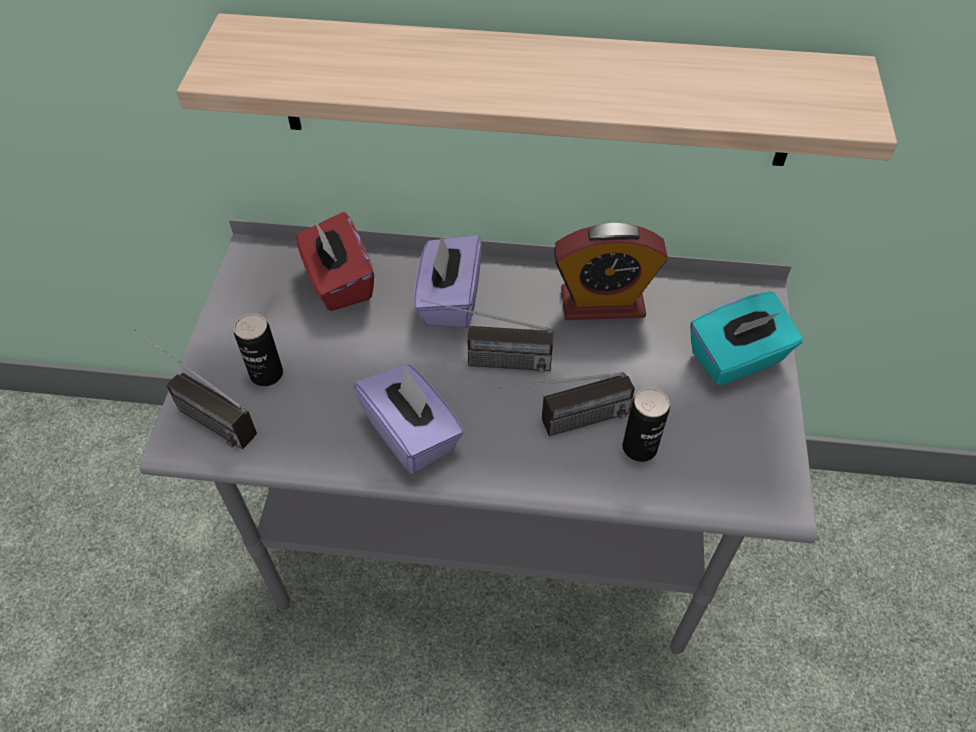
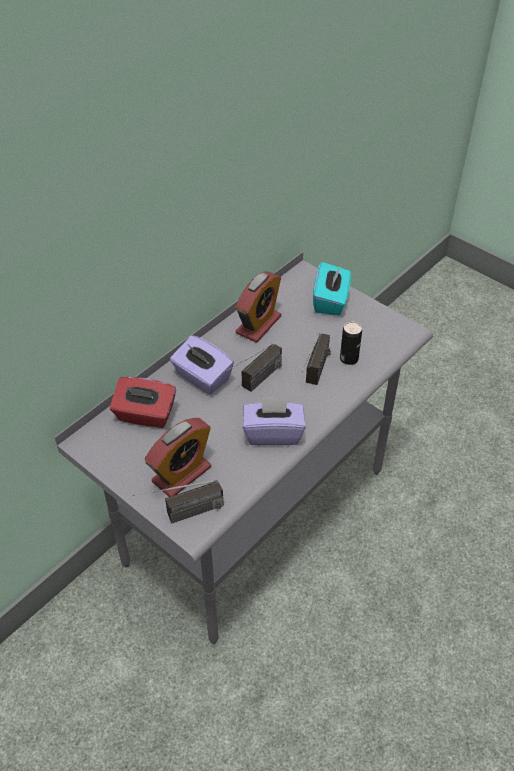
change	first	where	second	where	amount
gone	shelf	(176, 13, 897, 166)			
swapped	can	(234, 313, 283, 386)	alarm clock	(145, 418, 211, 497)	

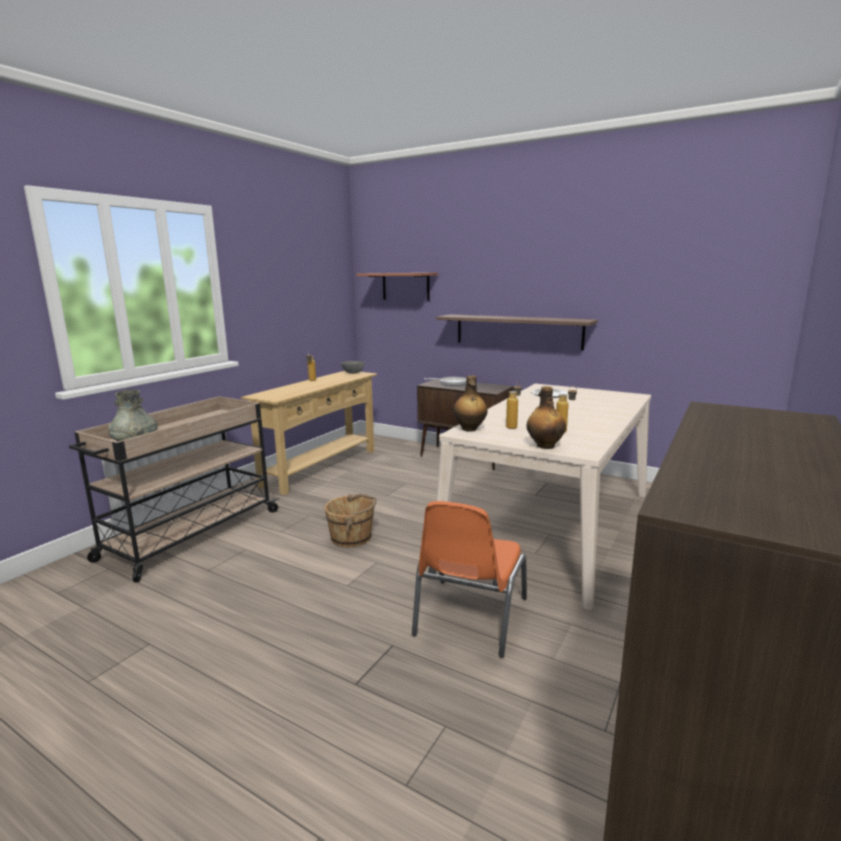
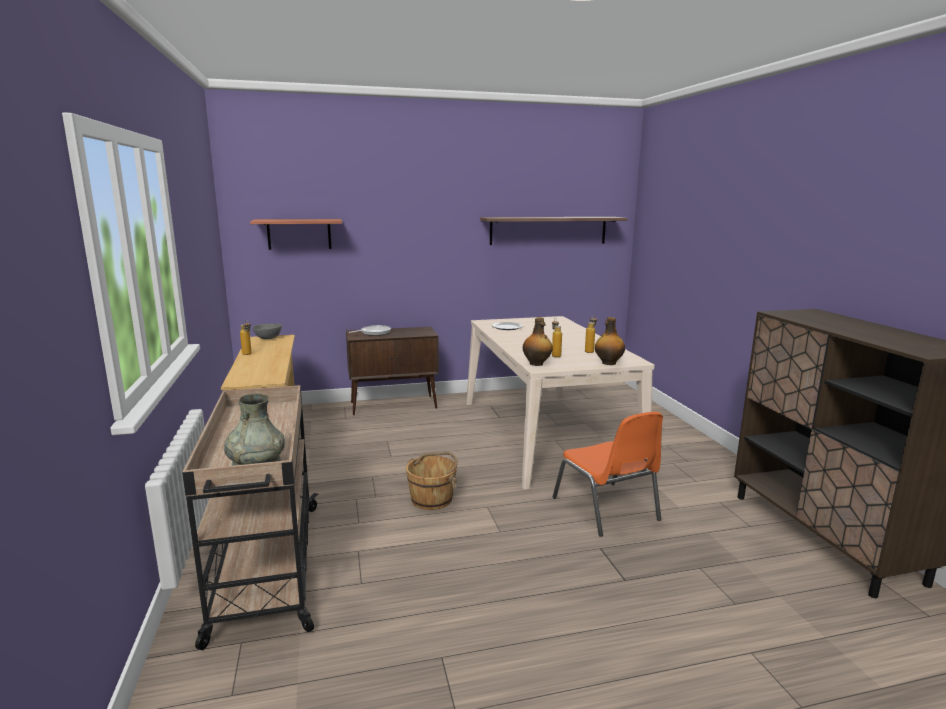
change	first	where	second	where	amount
shifted	shelf	(436, 315, 598, 350)		(480, 217, 627, 245)	

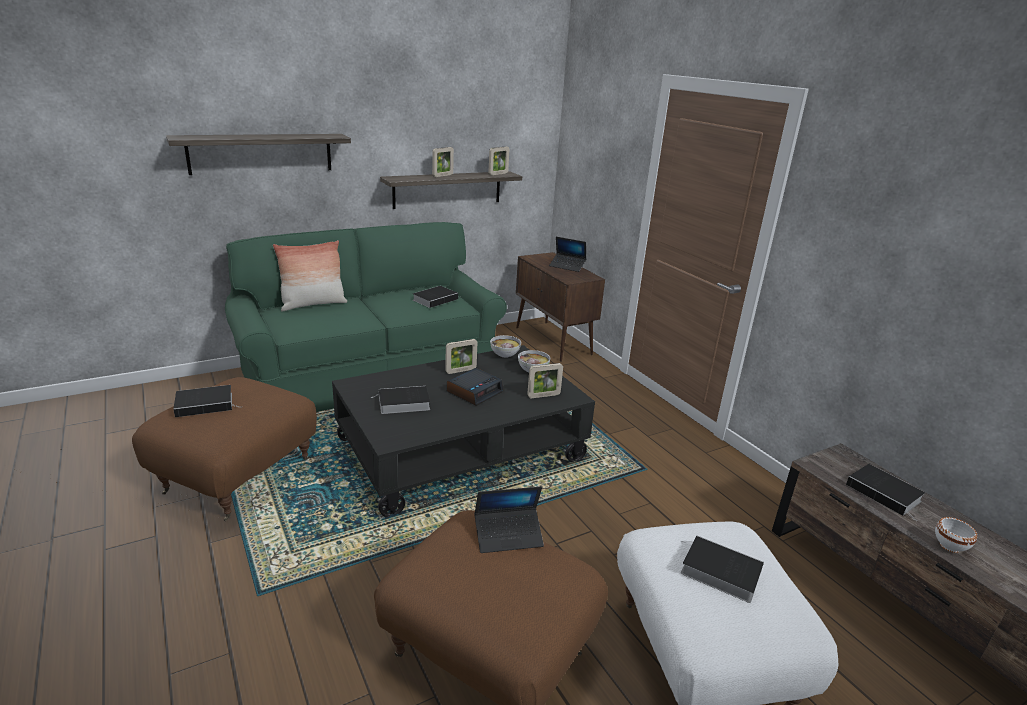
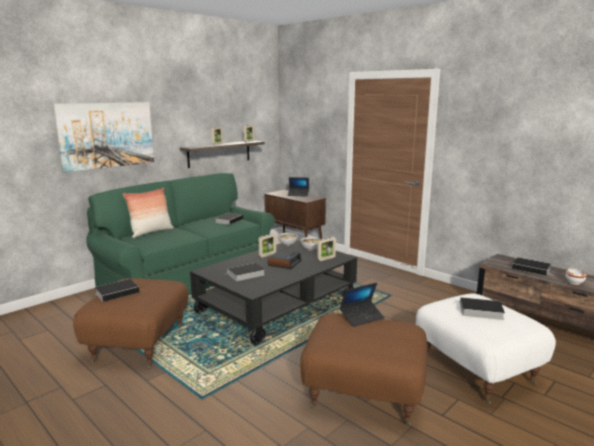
change	first	where	second	where	amount
swapped	shelf	(166, 134, 351, 175)	picture	(53, 102, 154, 172)	

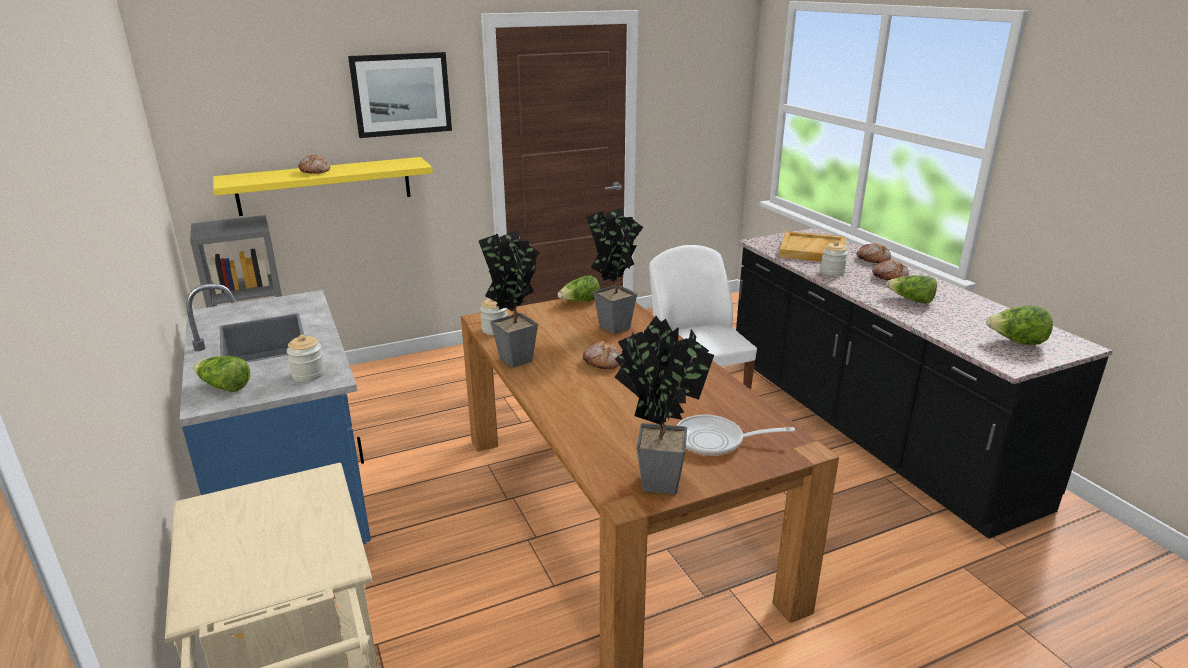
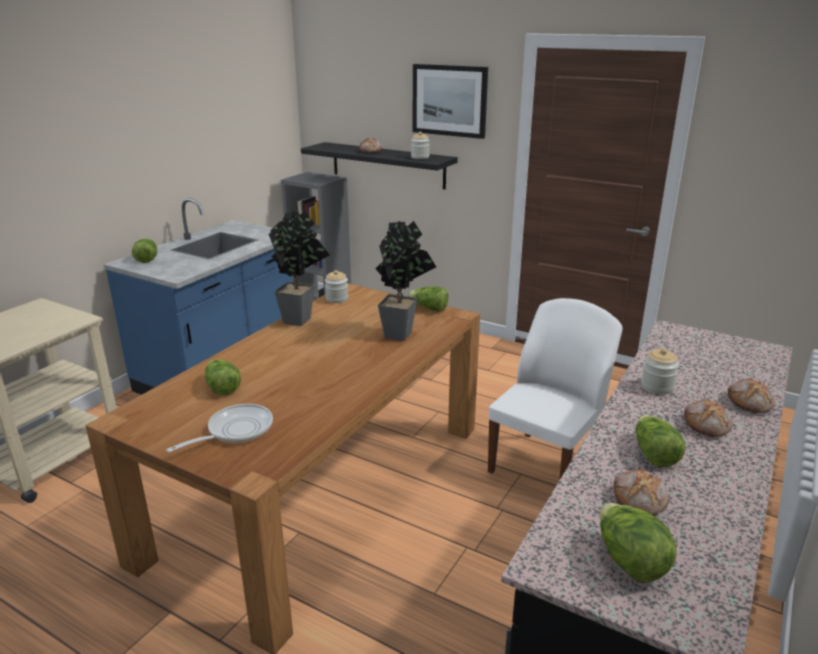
change	first	where	second	where	amount
repainted	yellow shelf	(213, 157, 433, 216)	black shelf	(301, 142, 458, 189)	
shifted	jar	(287, 335, 325, 382)		(411, 132, 430, 159)	
shifted	bread	(583, 341, 621, 369)		(614, 469, 669, 516)	
gone	potted plant	(615, 316, 714, 494)			
rotated	frying pan	(677, 415, 795, 456)		(166, 404, 273, 452)	75 degrees clockwise
gone	beige tray	(779, 231, 846, 262)			
new			lettuce	(205, 359, 241, 396)	

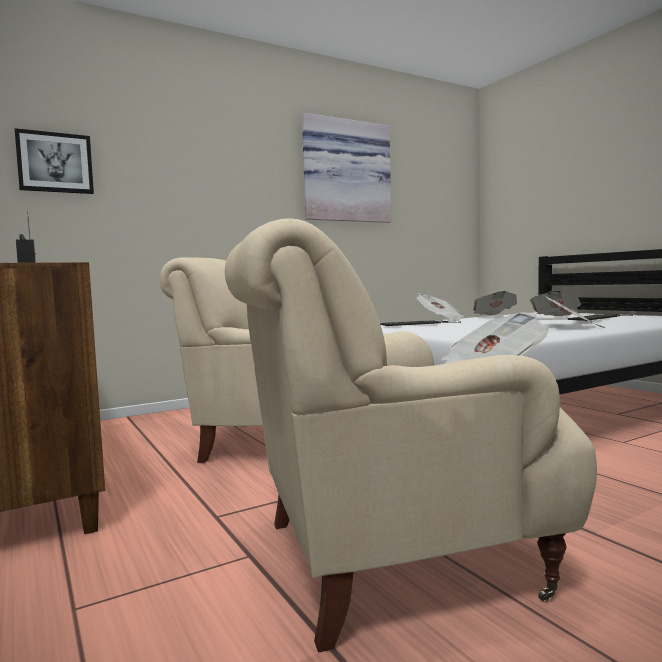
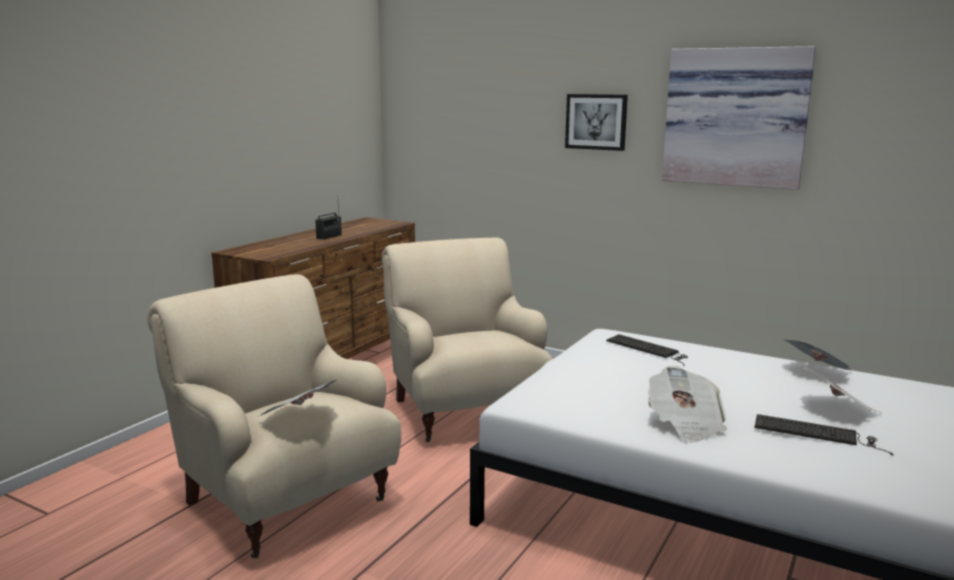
change	first	where	second	where	amount
shifted	picture	(15, 128, 94, 194)		(565, 94, 628, 151)	
gone	newspaper	(416, 293, 464, 321)			

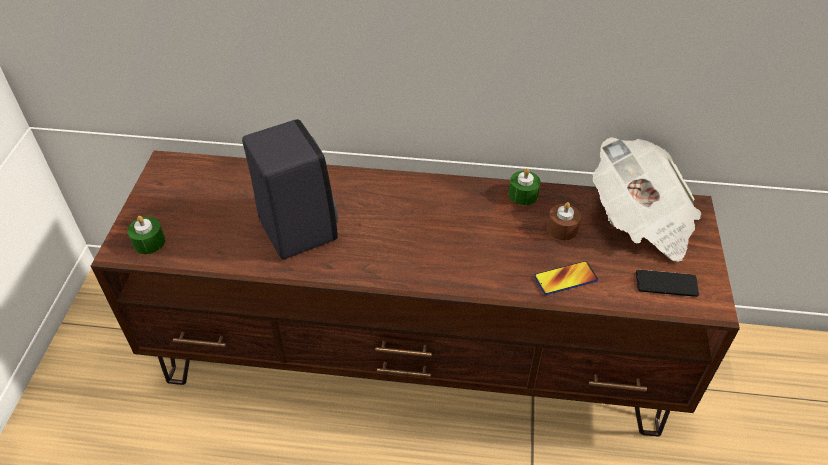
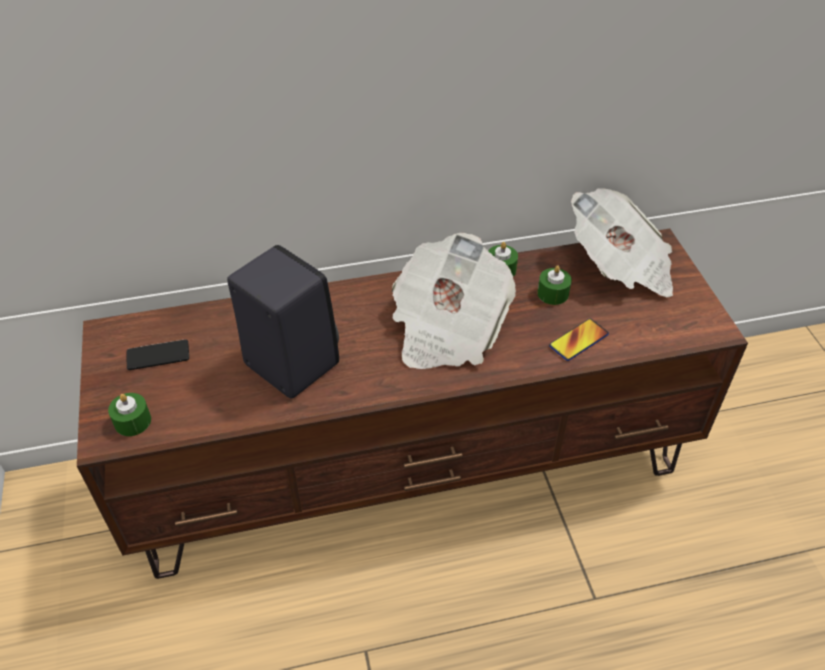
change	first	where	second	where	amount
repainted	brown candle	(547, 202, 581, 240)	green candle	(537, 265, 572, 305)	
shifted	phone	(636, 269, 699, 297)		(127, 339, 189, 370)	
new			newspaper	(391, 233, 516, 369)	

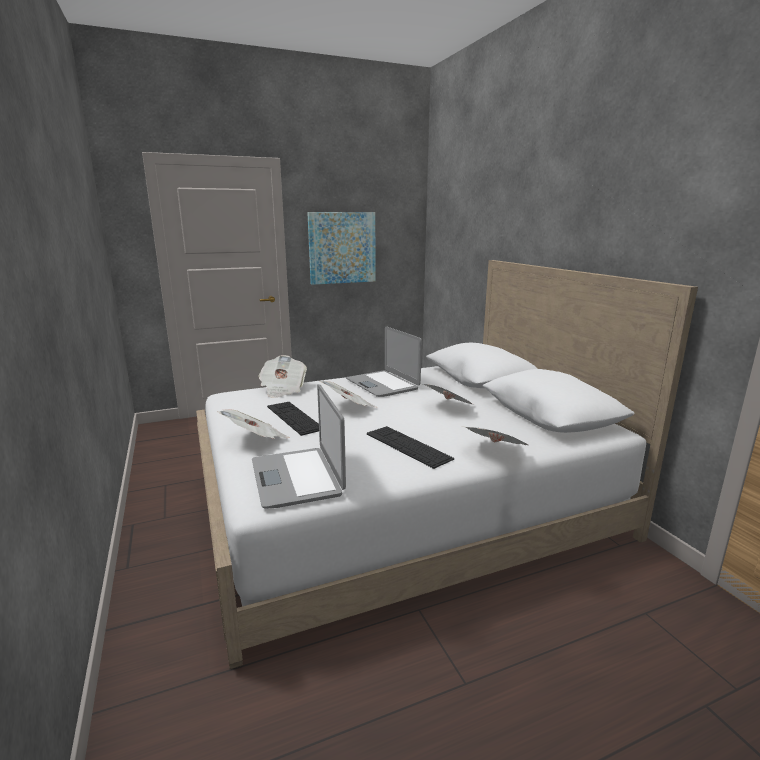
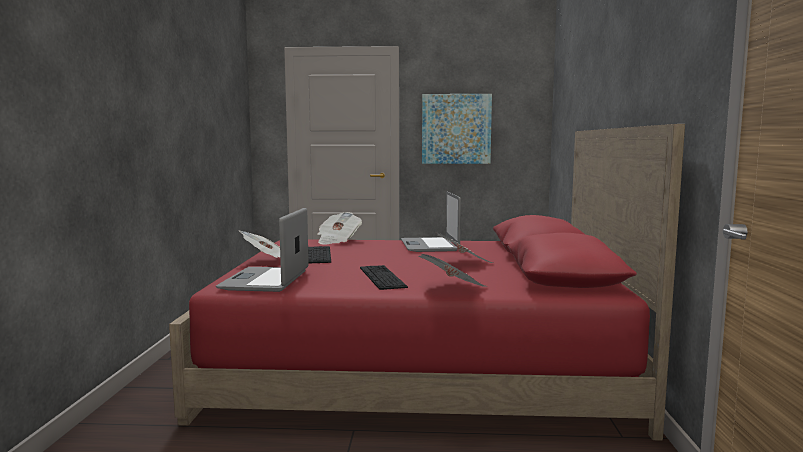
change	first	where	second	where	amount
repainted	white bed	(196, 260, 698, 669)	red bed	(169, 124, 685, 441)	
gone	newspaper	(320, 381, 376, 407)			

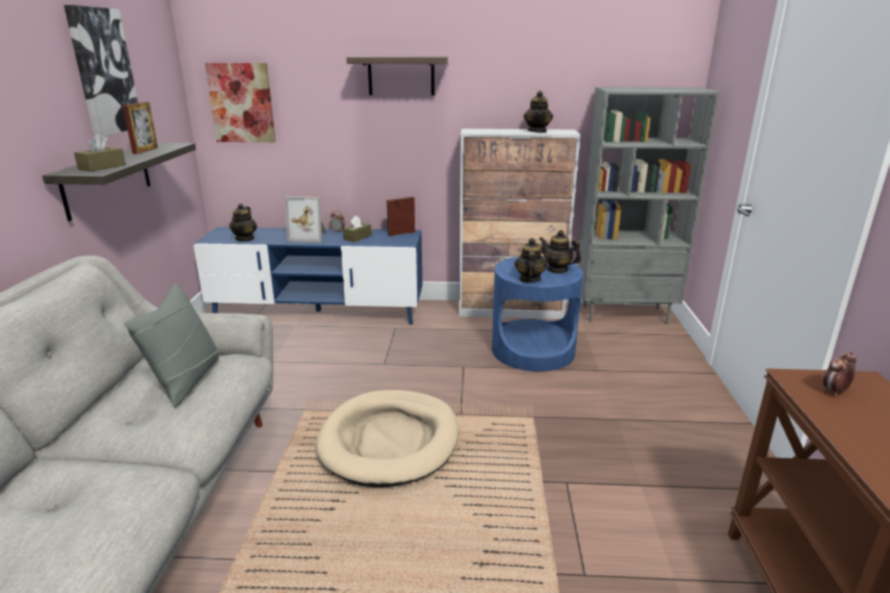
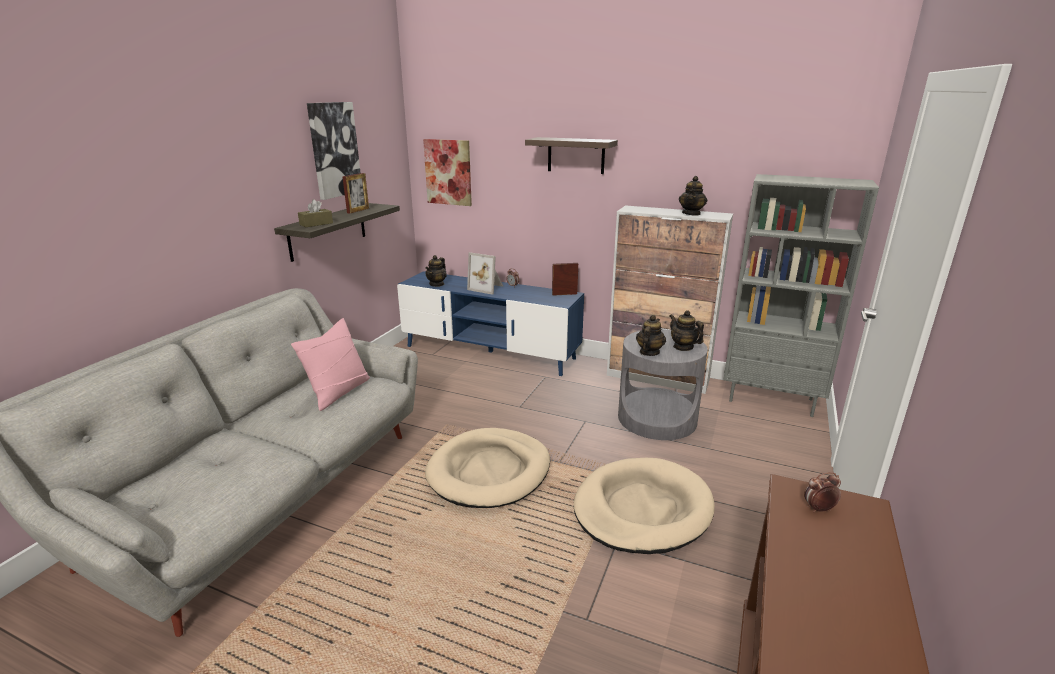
change	first	where	second	where	amount
repainted	grey pillow	(124, 283, 219, 407)	pink pillow	(291, 318, 370, 411)	
gone	brown tissue box	(343, 215, 372, 242)			
repainted	blue side table	(492, 256, 583, 372)	grey side table	(618, 329, 708, 440)	
new			beige dog bed	(574, 458, 715, 554)	

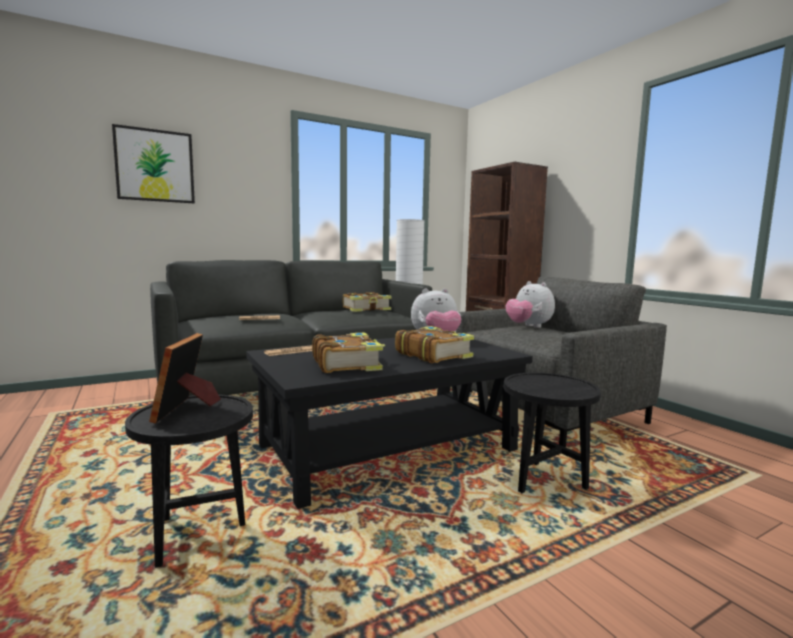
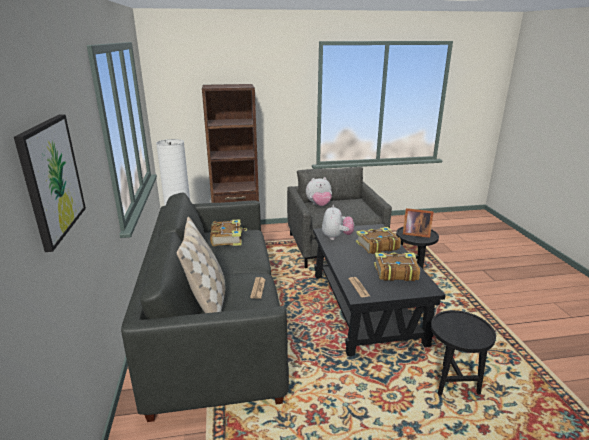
change	first	where	second	where	amount
shifted	picture frame	(149, 333, 221, 423)		(403, 208, 433, 238)	
new			beige pillow	(177, 217, 225, 313)	

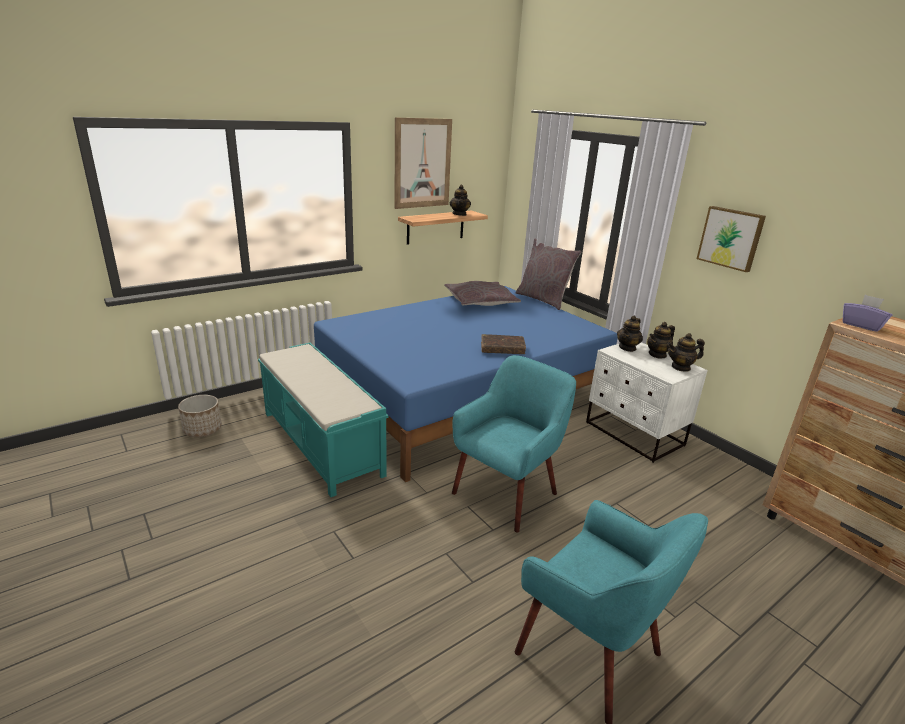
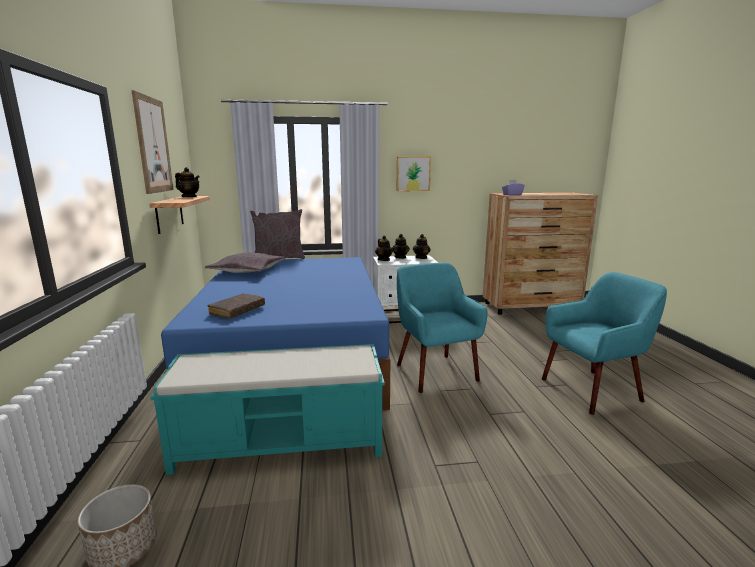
change	first	where	second	where	amount
shifted	brown book	(481, 334, 526, 354)		(208, 293, 265, 318)	

